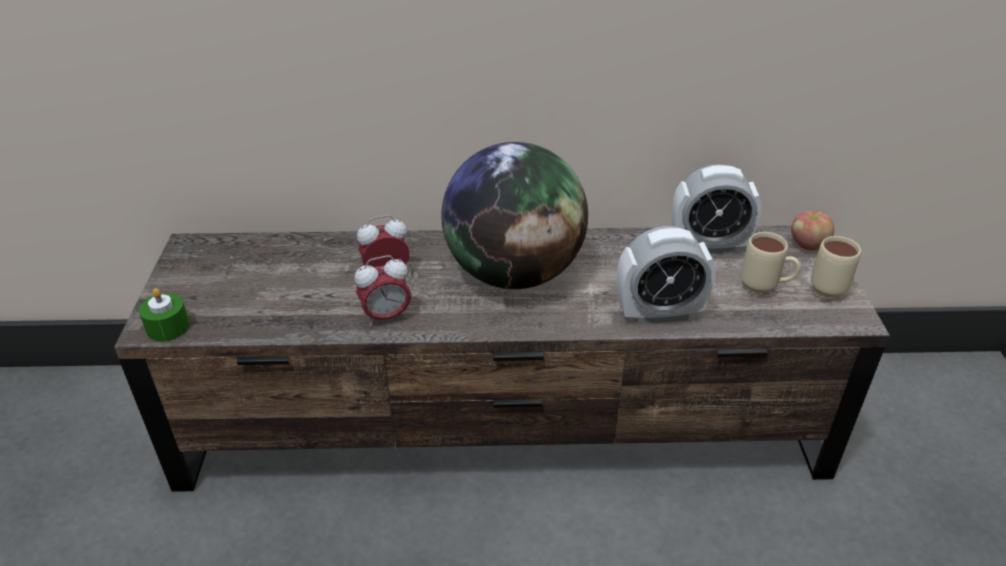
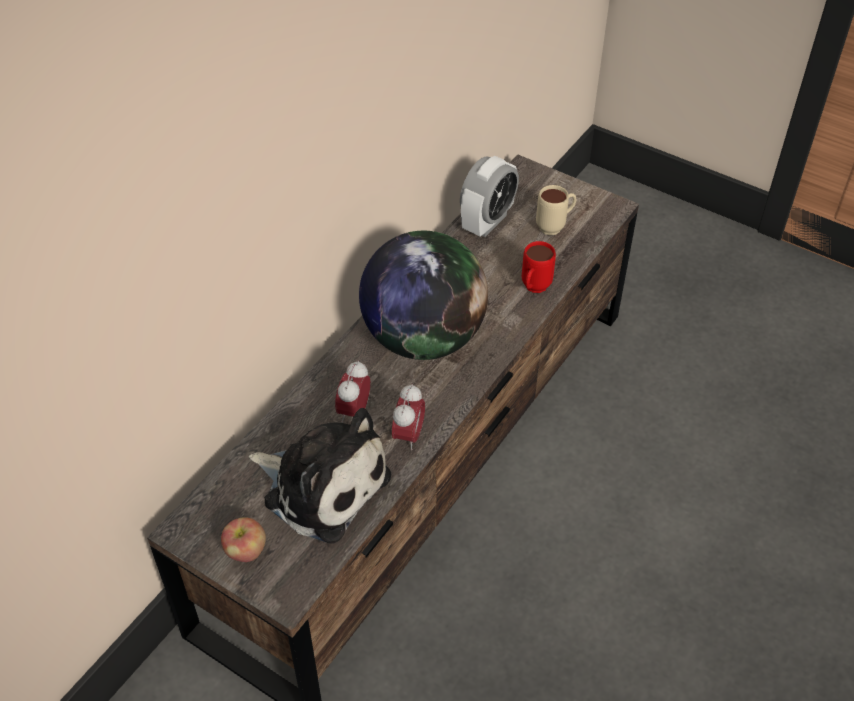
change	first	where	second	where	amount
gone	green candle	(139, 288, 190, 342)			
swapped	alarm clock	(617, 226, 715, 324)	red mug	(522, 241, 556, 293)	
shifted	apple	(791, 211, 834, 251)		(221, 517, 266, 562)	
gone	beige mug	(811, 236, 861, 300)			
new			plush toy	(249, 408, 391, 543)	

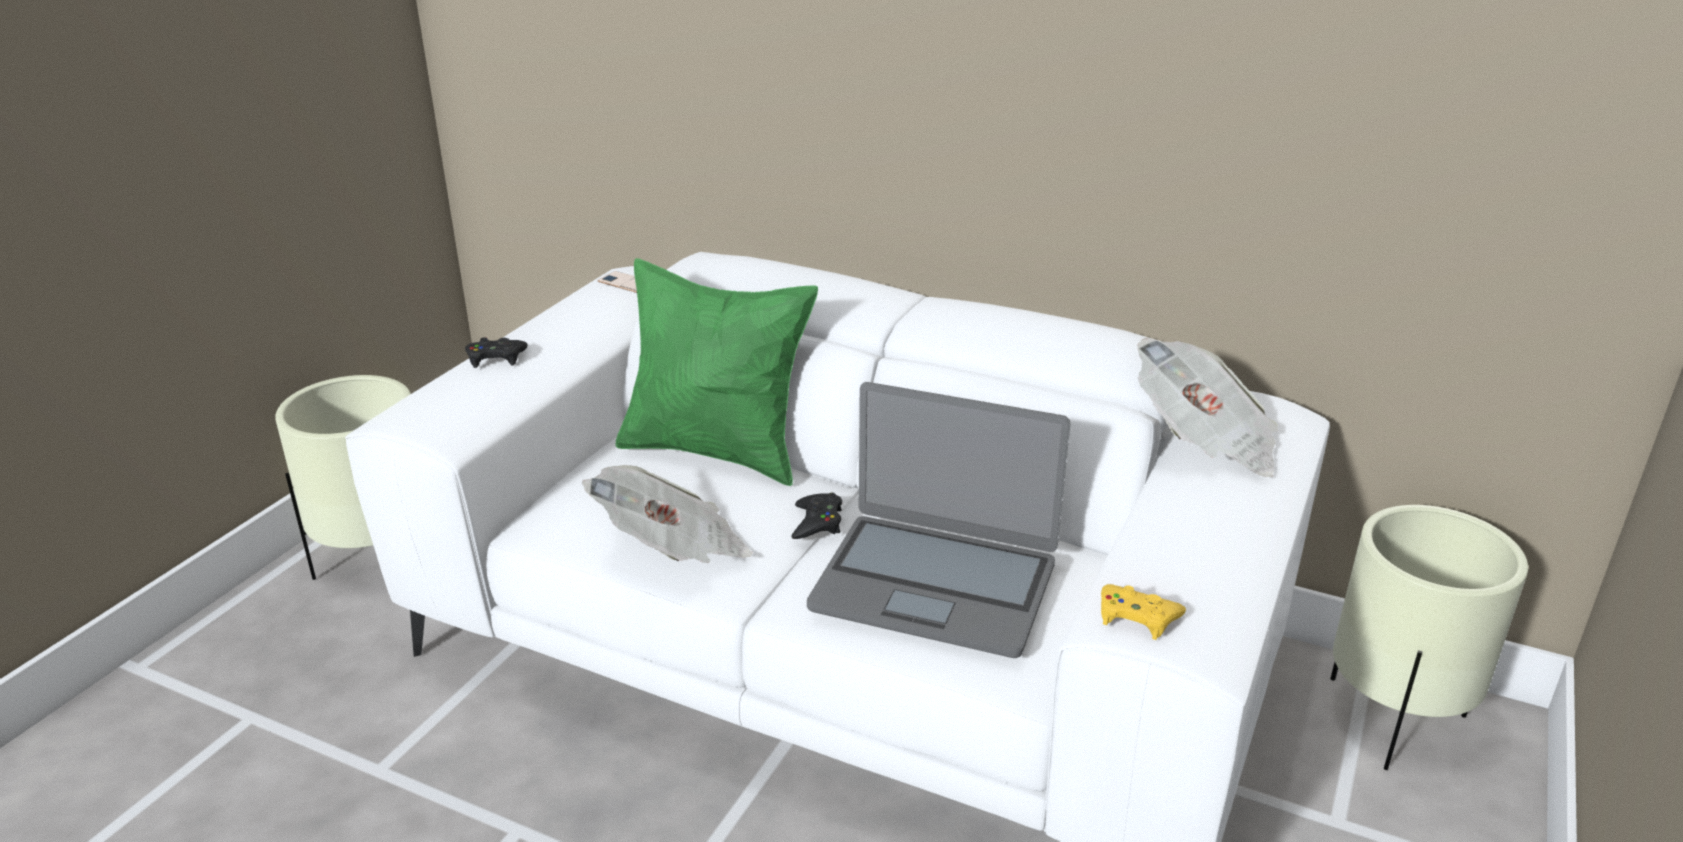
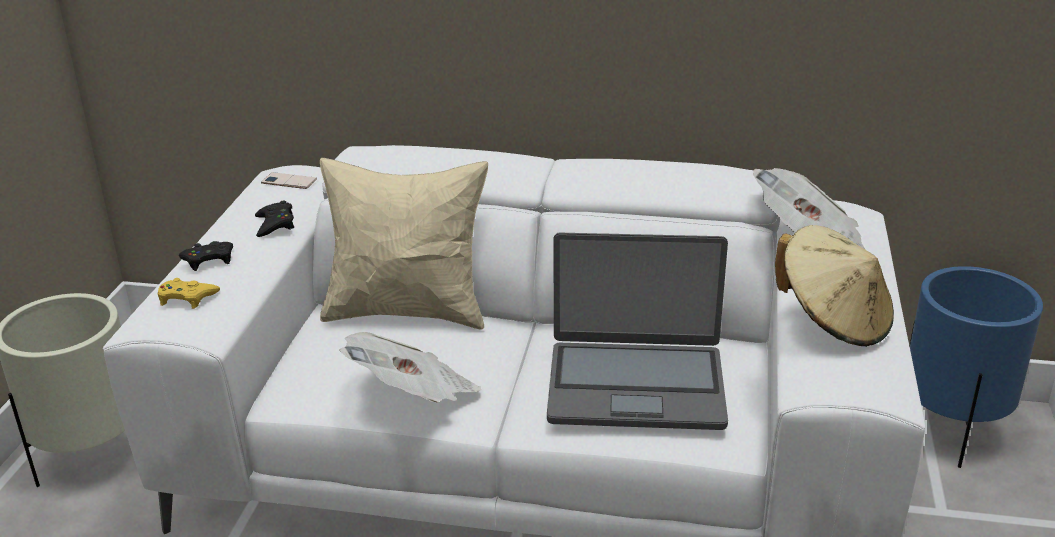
change	first	where	second	where	amount
repainted	green pillow	(615, 258, 818, 486)	beige pillow	(320, 158, 488, 329)	
shifted	black game controller	(791, 493, 842, 539)		(255, 201, 294, 237)	
shifted	yellow game controller	(1101, 584, 1186, 640)		(158, 278, 220, 309)	
repainted	beige planter	(1330, 505, 1528, 770)	blue planter	(910, 266, 1043, 468)	
new			beige hat	(775, 225, 894, 347)	

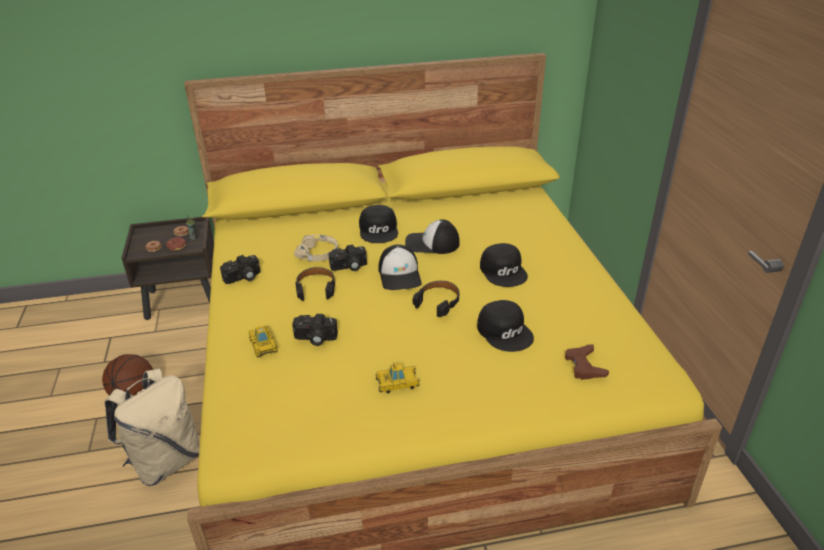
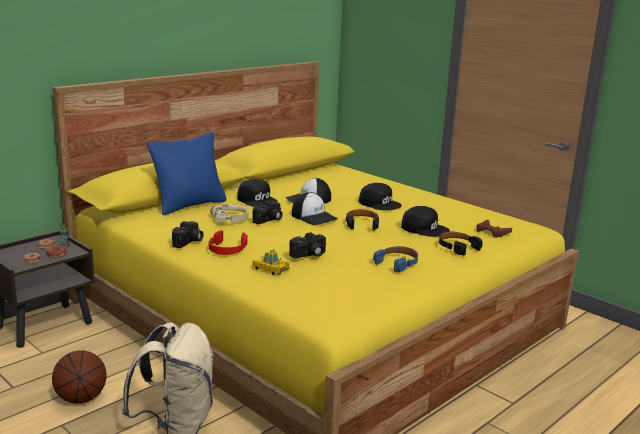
change	first	where	second	where	amount
shifted	black headphones	(295, 267, 335, 301)		(439, 231, 483, 256)	
swapped	toy car	(376, 362, 420, 393)	blue headphones	(373, 246, 418, 272)	
new			blue pillow	(147, 132, 226, 215)	
new			red headphones	(209, 230, 248, 255)	

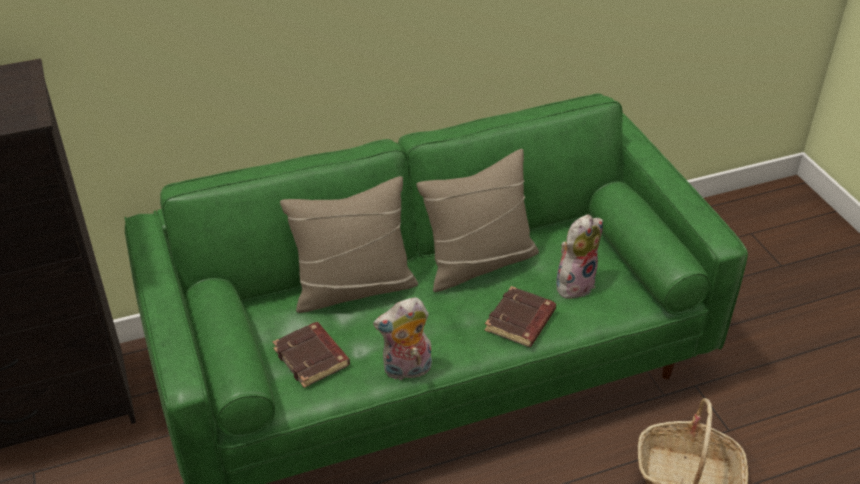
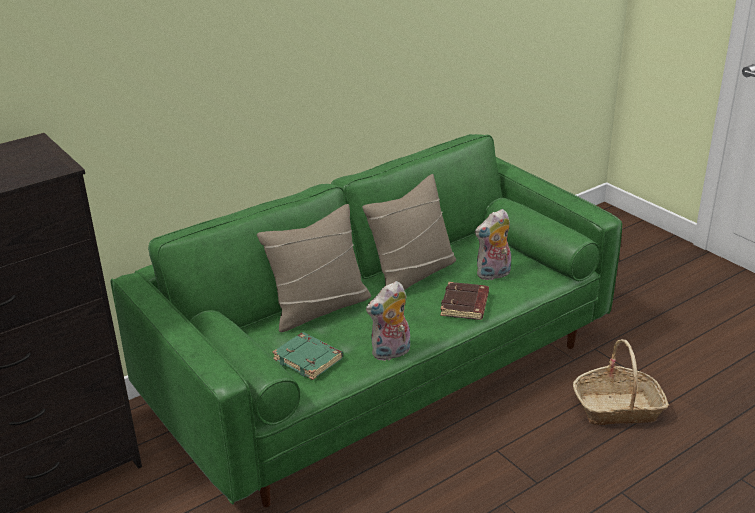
change	first	where	second	where	amount
repainted	brown book	(273, 322, 350, 388)	green book	(272, 332, 343, 380)	
rotated	plush toy	(556, 214, 603, 299)		(475, 209, 511, 281)	150 degrees counterclockwise

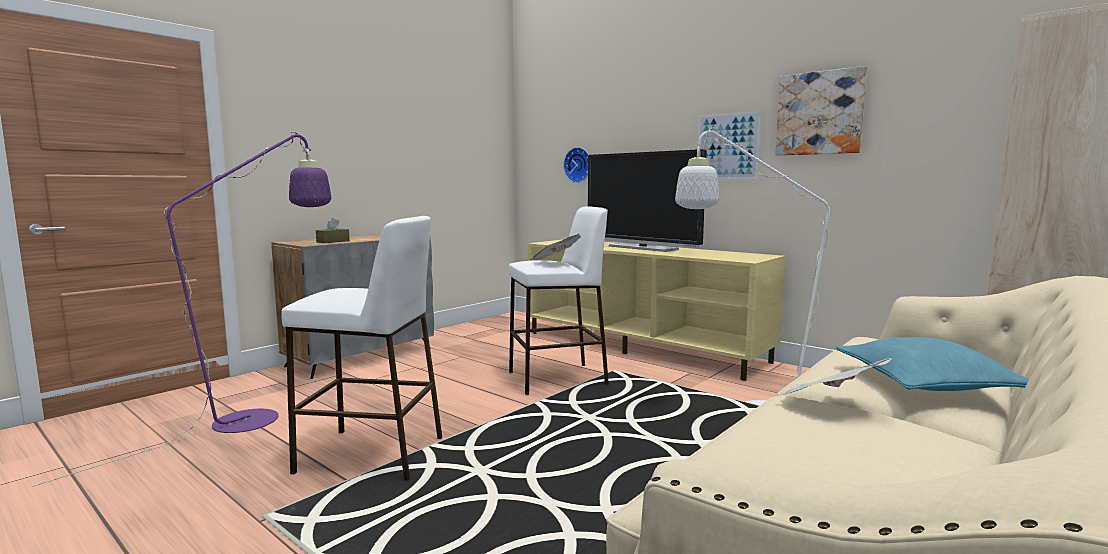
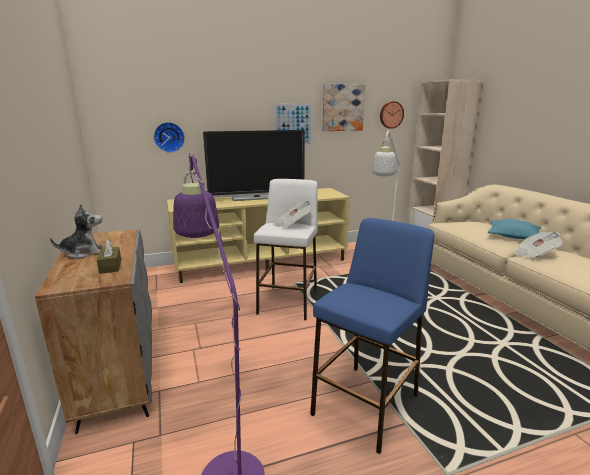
change	first	where	second	where	amount
repainted	white stool	(281, 216, 442, 481)	blue stool	(310, 218, 435, 454)	
new			plush toy	(50, 204, 103, 259)	
new			wall clock	(380, 101, 404, 129)	

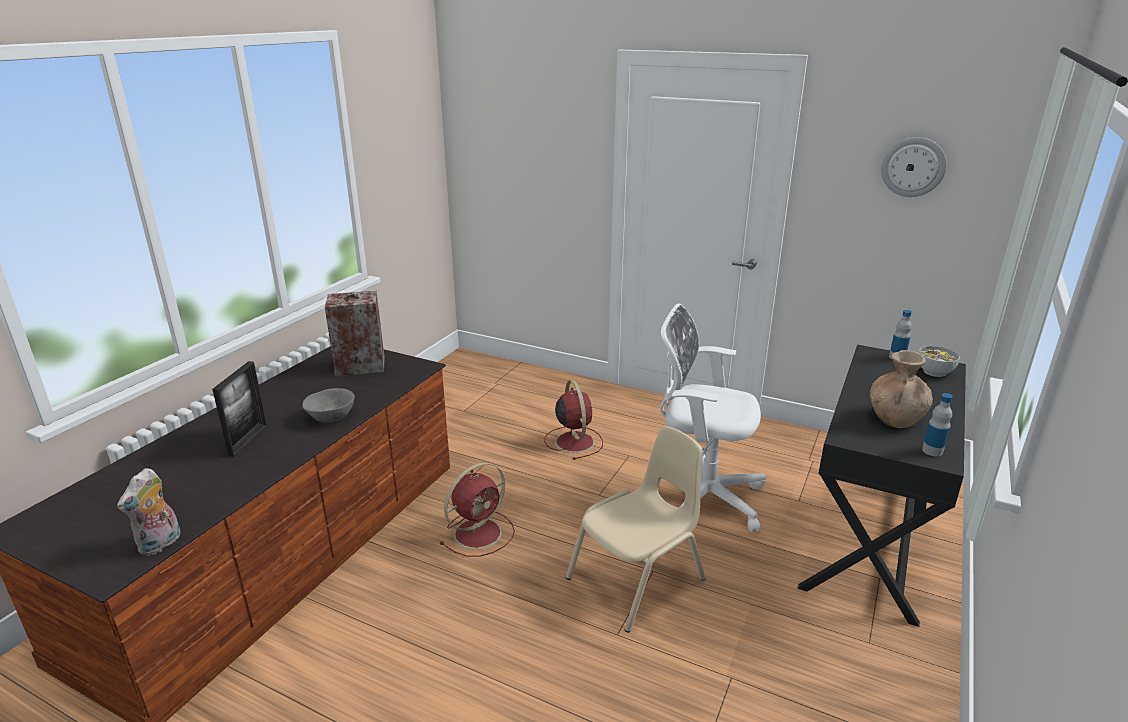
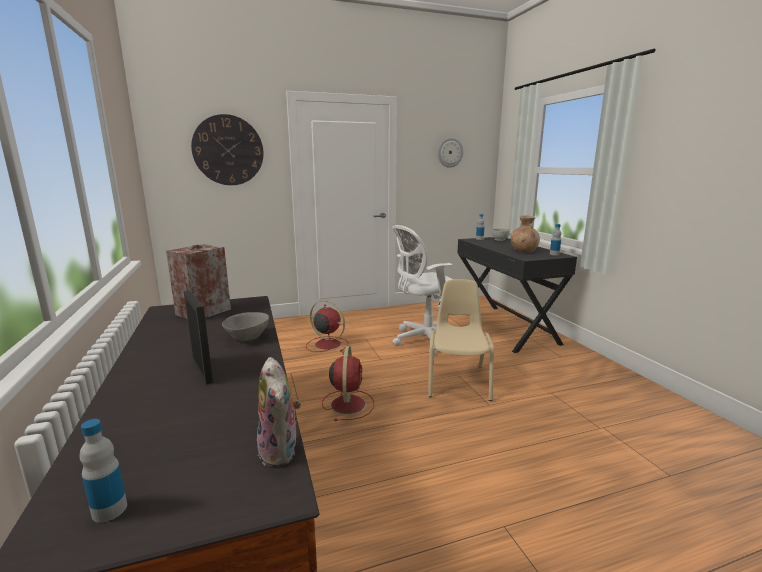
change	first	where	second	where	amount
new			bottle	(80, 419, 127, 523)	
new			wall clock	(191, 114, 264, 185)	

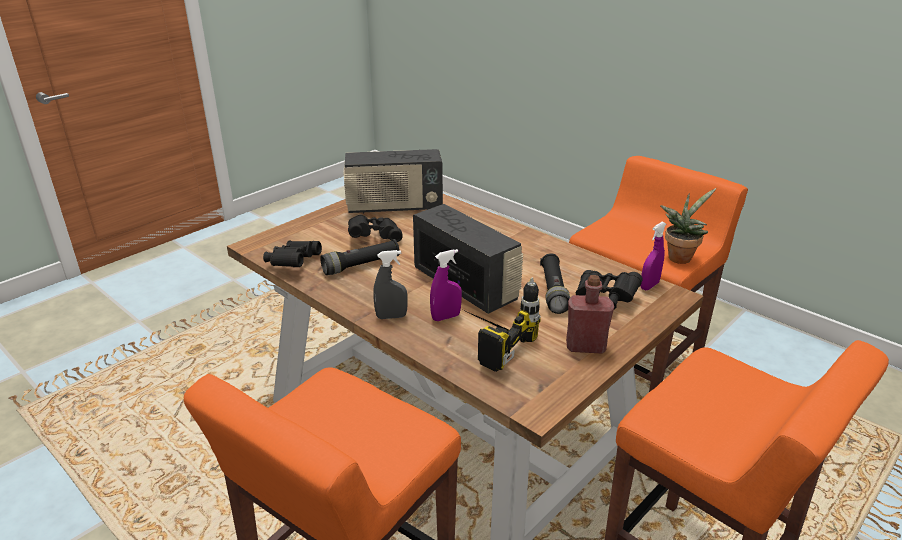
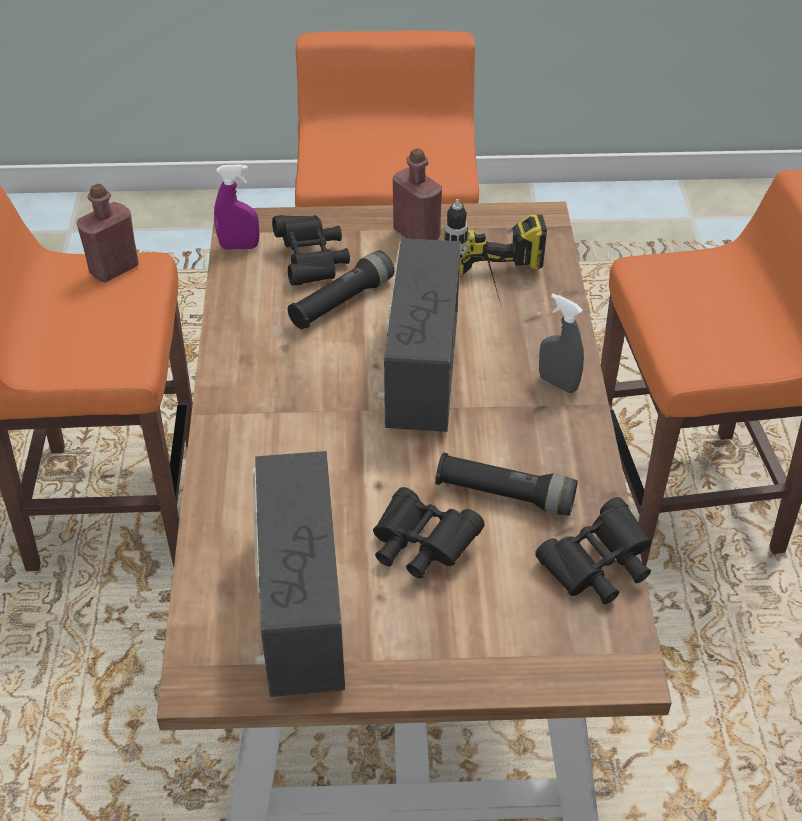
change	first	where	second	where	amount
rotated	radio	(343, 149, 443, 214)		(252, 451, 345, 697)	135 degrees counterclockwise
gone	purple spray bottle	(430, 249, 462, 321)			
swapped	potted plant	(660, 188, 716, 264)	red bottle	(76, 184, 139, 282)	

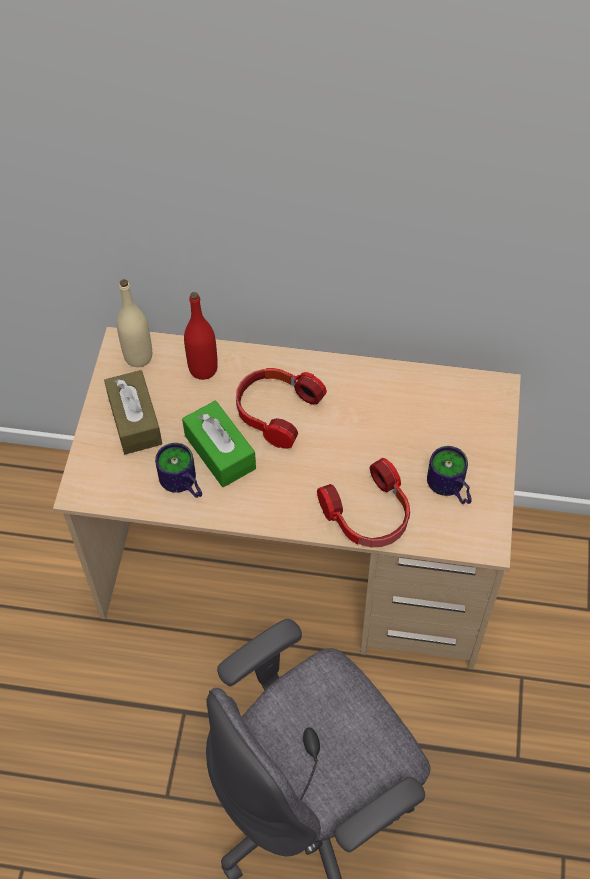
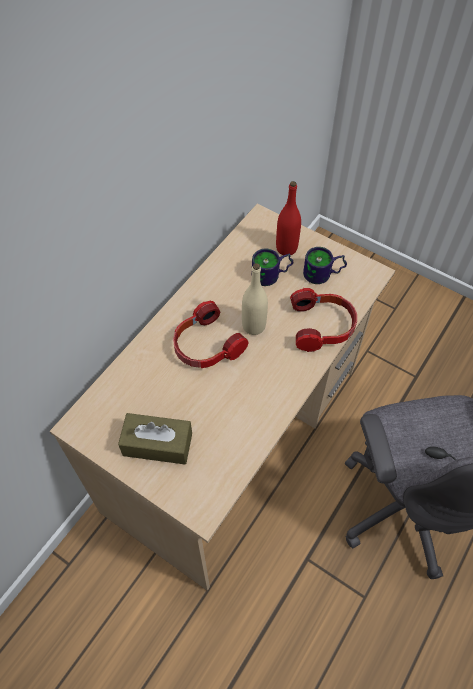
change	first	where	second	where	amount
shifted	beige bottle	(117, 279, 152, 367)		(242, 263, 268, 335)	
shifted	mug	(155, 443, 202, 498)		(252, 249, 293, 286)	
gone	green tissue box	(182, 401, 256, 487)			
shifted	red bottle	(184, 292, 218, 380)		(276, 181, 301, 255)	

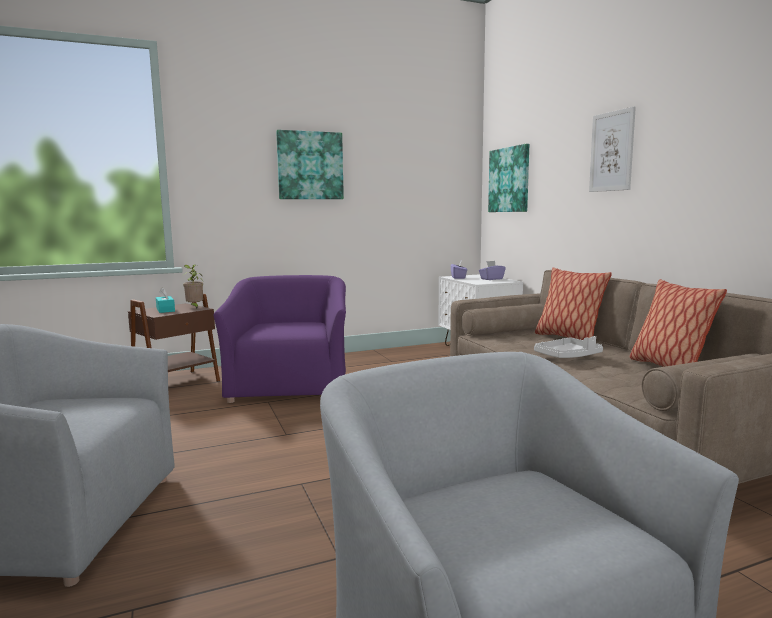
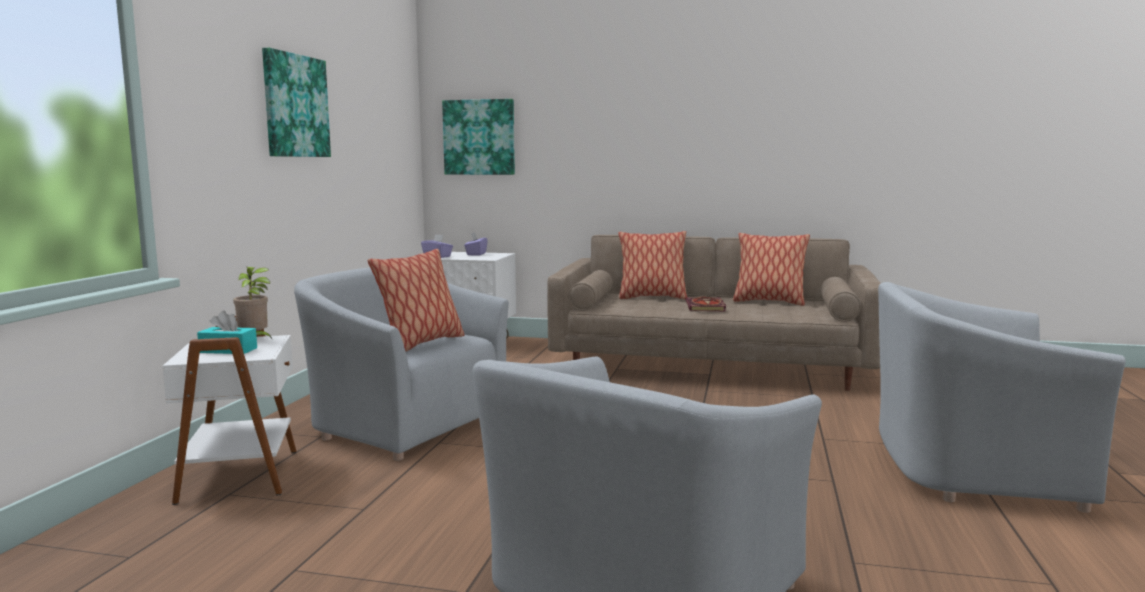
change	first	where	second	where	amount
repainted	brown side table	(128, 294, 220, 382)	white side table	(163, 316, 297, 505)	
repainted	purple armchair	(213, 275, 346, 403)	grey armchair	(294, 267, 509, 460)	
swapped	grey tray	(534, 336, 603, 358)	book	(686, 297, 726, 312)	
gone	picture	(589, 106, 636, 192)			
new			pillow	(367, 249, 465, 352)	

